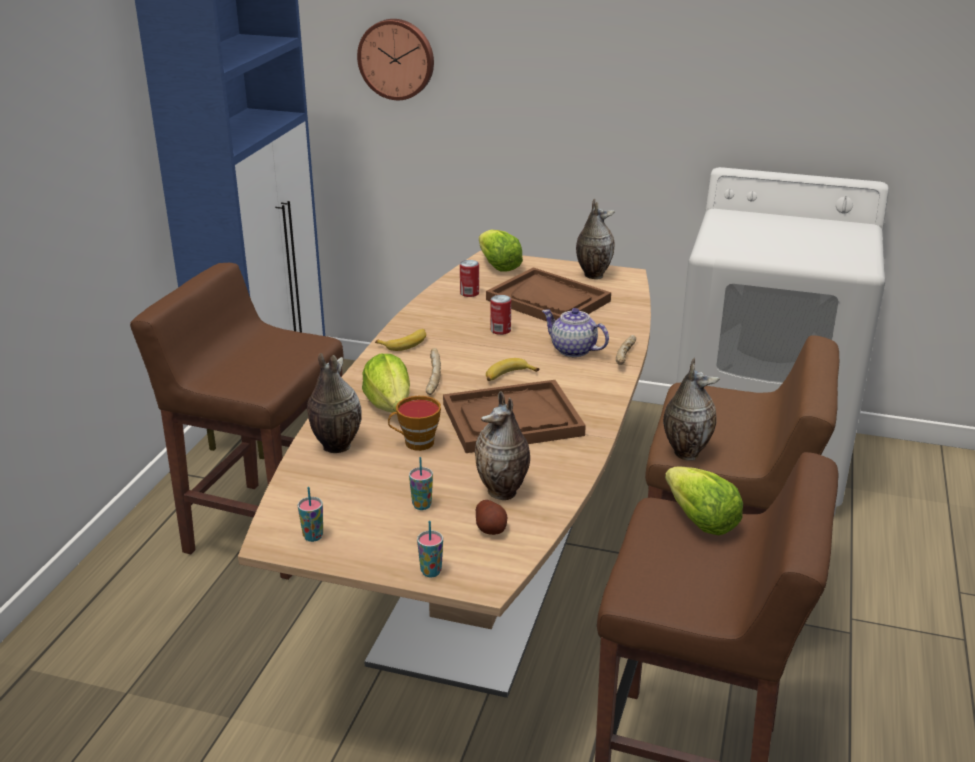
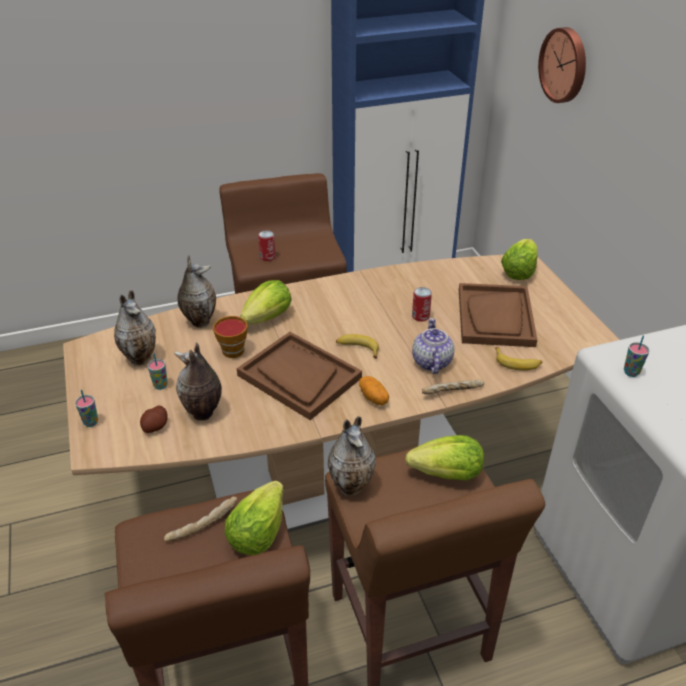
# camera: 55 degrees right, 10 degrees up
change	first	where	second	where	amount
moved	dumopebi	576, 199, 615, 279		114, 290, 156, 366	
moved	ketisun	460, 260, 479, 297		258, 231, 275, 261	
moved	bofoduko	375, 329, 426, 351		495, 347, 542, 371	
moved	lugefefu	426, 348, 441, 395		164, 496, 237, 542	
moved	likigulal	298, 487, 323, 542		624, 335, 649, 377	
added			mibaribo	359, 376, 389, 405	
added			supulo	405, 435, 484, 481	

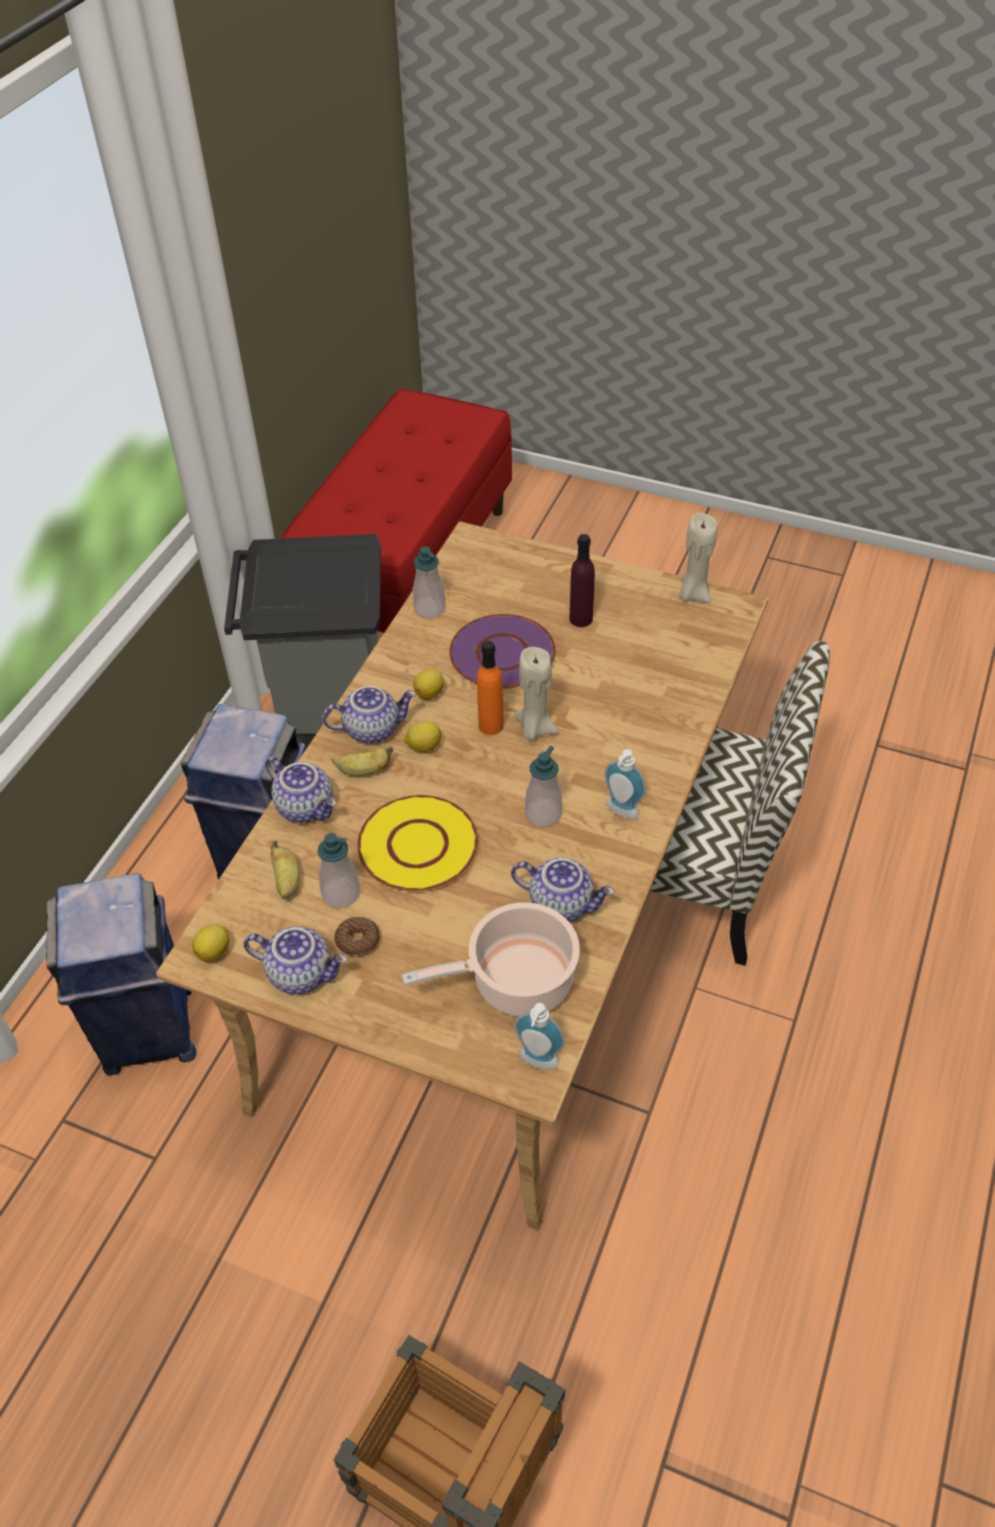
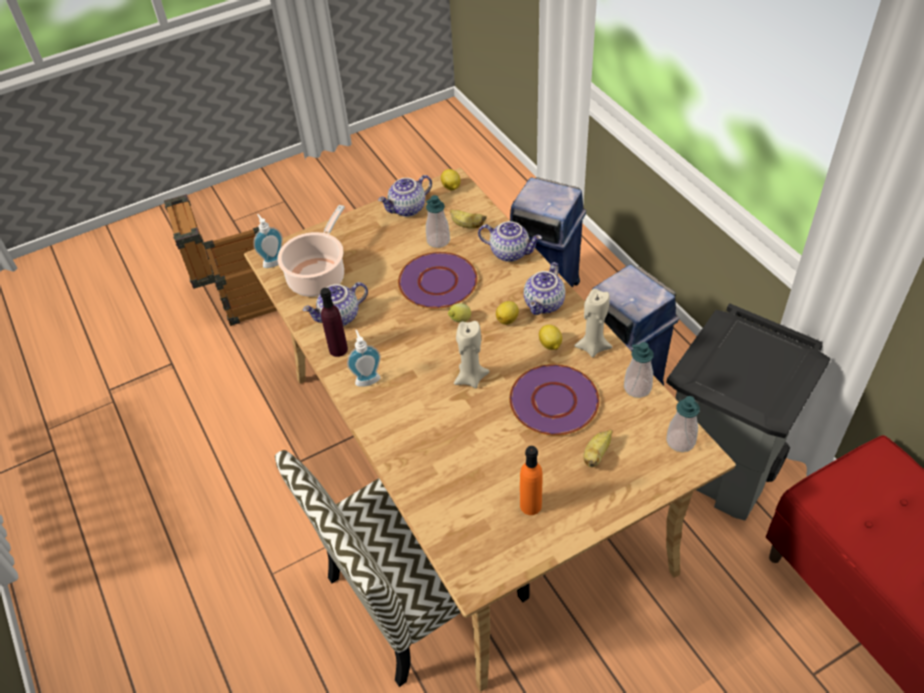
# camera: 130 degrees right, 0 degrees up
change	first	where	second	where	amount
moved	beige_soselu	680, 513, 717, 603		574, 288, 612, 357	
moved	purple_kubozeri	569, 534, 595, 627		320, 288, 348, 357	
moved	orange_kubozeri	477, 641, 504, 735		520, 446, 542, 515	
moved	bofoduko	332, 746, 393, 776		583, 430, 613, 467	
moved	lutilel	525, 746, 562, 827		666, 396, 700, 452	
turned	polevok	265, 757, 336, 823		478, 221, 542, 262	150 degrees counterclockwise
recoloured	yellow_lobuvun	357, 795, 478, 891	purple_lobuvun	398, 252, 477, 309	
removed	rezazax	335, 917, 380, 956			
added			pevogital	448, 303, 471, 323	

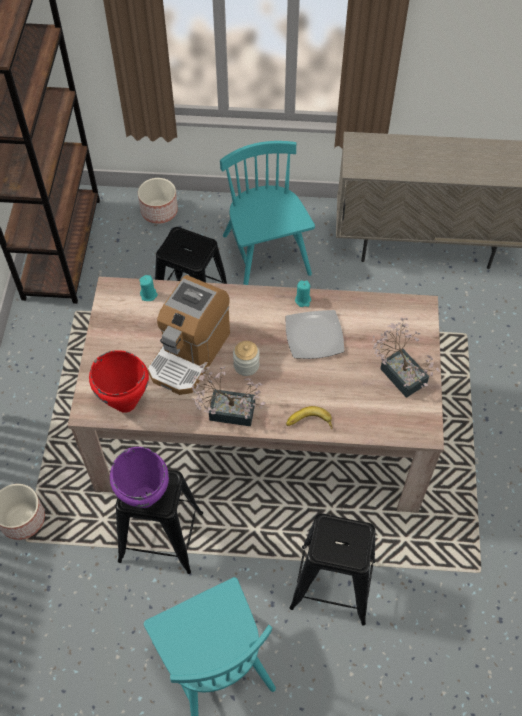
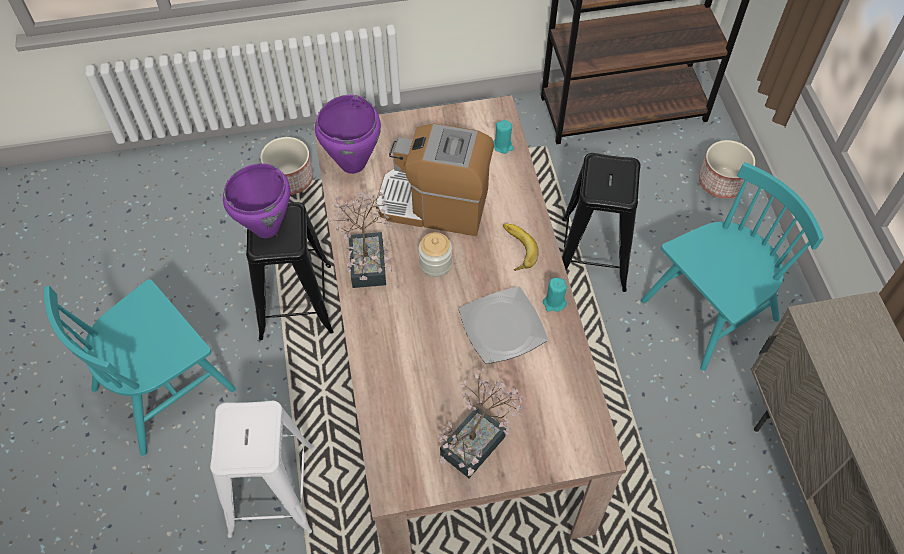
# camera: 75 degrees right, 0 degrees up
change	first	where	second	where	amount
recoloured	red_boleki	89, 350, 149, 413	purple_boleki	315, 95, 381, 174	
moved	bofoduko	286, 406, 332, 430		503, 224, 539, 271	
recoloured	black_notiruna	290, 514, 375, 626	white_notiruna	210, 401, 315, 538	

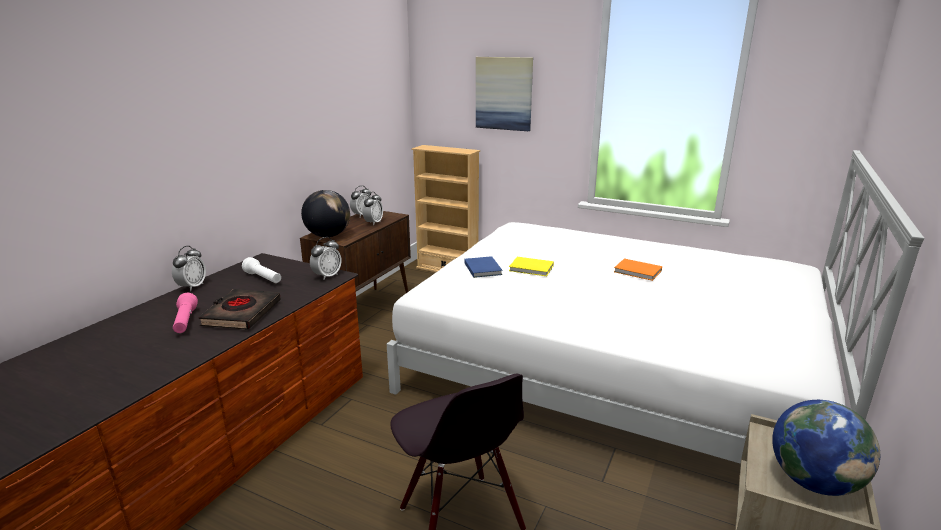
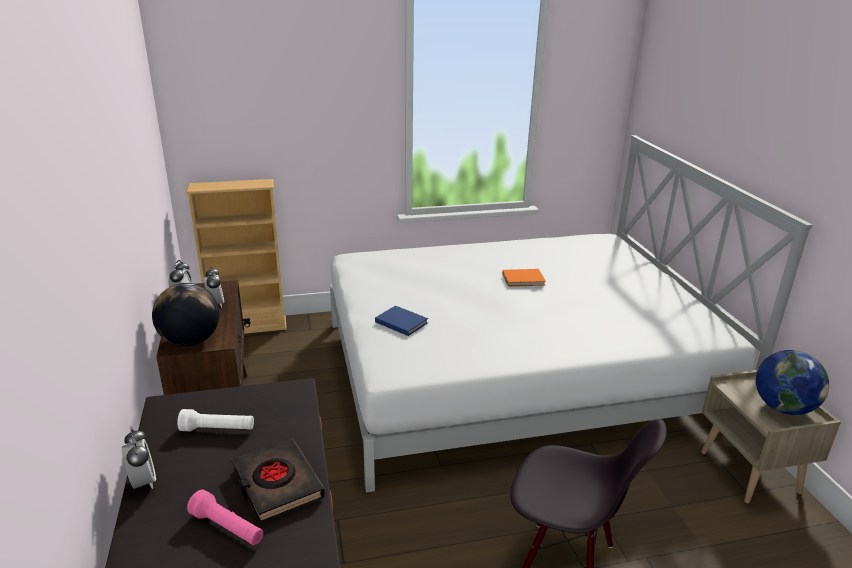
# camera: 40 degrees left, 5 degrees up
change	first	where	second	where	amount
removed	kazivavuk	476, 57, 533, 131			
removed	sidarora	310, 237, 342, 280			
removed	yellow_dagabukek	509, 257, 554, 276			

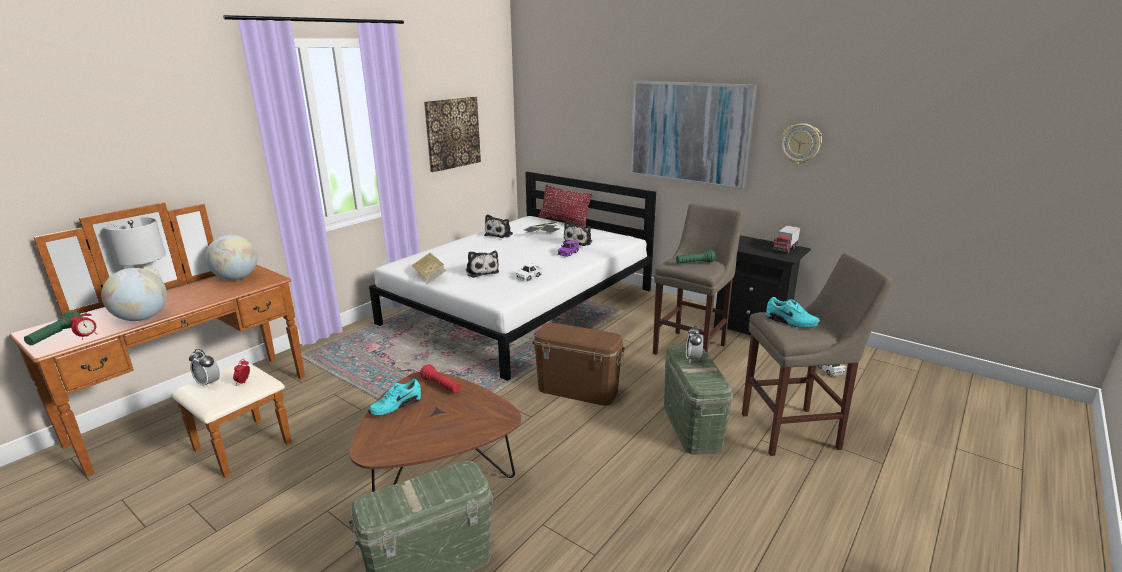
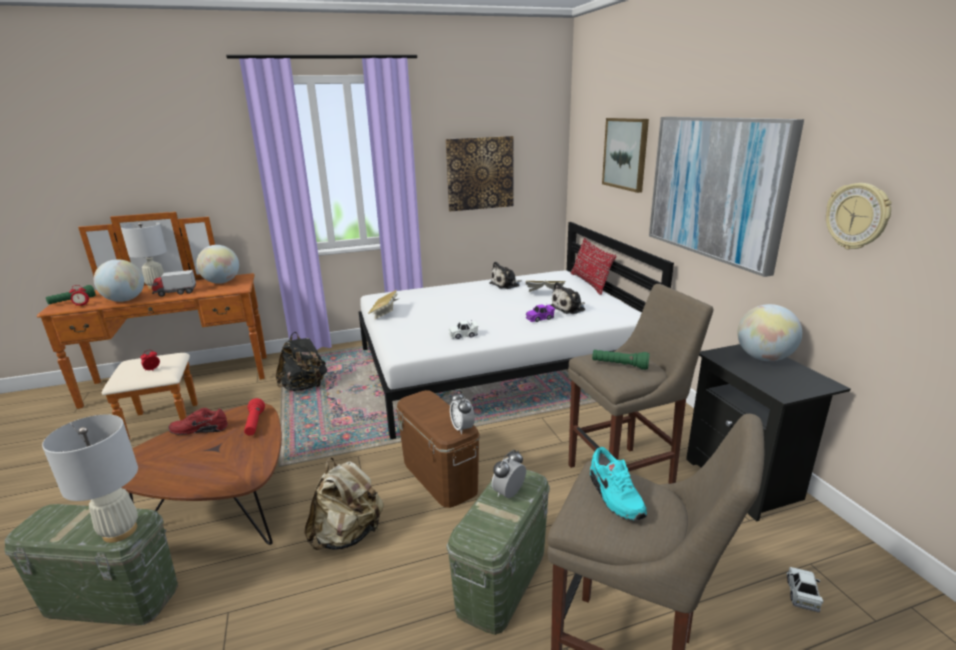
# camera: 35 degrees right, 0 degrees up
change	first	where	second	where	amount
moved	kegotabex	773, 226, 800, 253		152, 270, 196, 297	
removed	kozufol	466, 251, 499, 278			
moved	sidarora	189, 349, 220, 388		450, 390, 475, 434	
recoloured	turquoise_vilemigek	368, 379, 422, 416	red_vilemigek	168, 408, 228, 435	
added			kazivavuk	602, 118, 649, 193	
added			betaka	737, 304, 802, 361	
added			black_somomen	276, 332, 327, 391	
added			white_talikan	42, 414, 138, 543	
added			beige_somomen	304, 457, 384, 550	

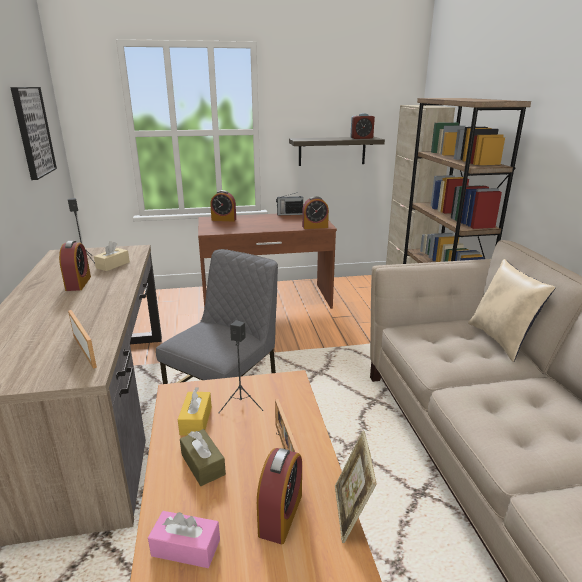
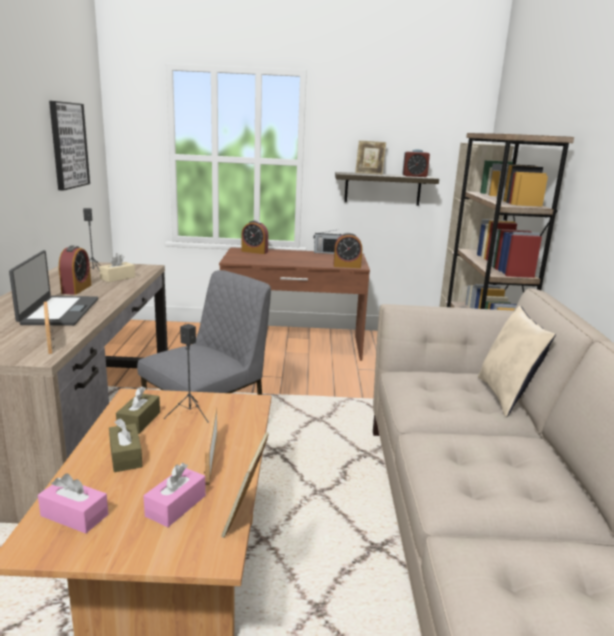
# camera: 10 degrees right, 5 degrees down
change	first	where	second	where	amount
recoloured	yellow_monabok	178, 387, 212, 436	brown_monabok	116, 386, 160, 434	
replaced	sidarora	257, 448, 302, 544	pink_monabok	143, 463, 206, 527	
added			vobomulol	355, 140, 386, 175	
added			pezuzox	9, 250, 98, 326	

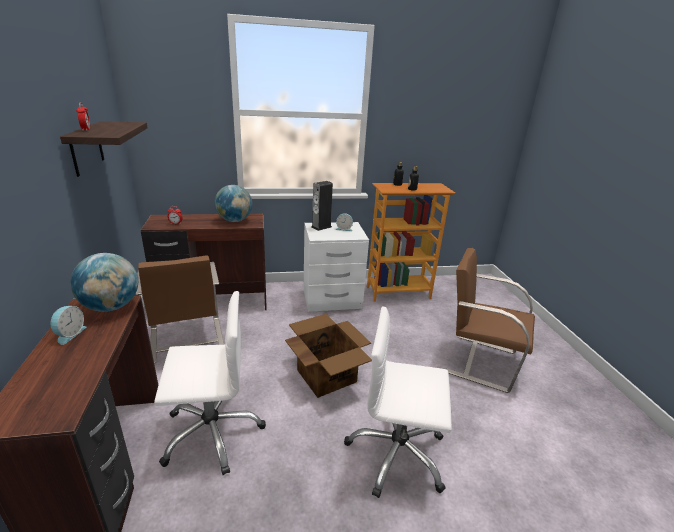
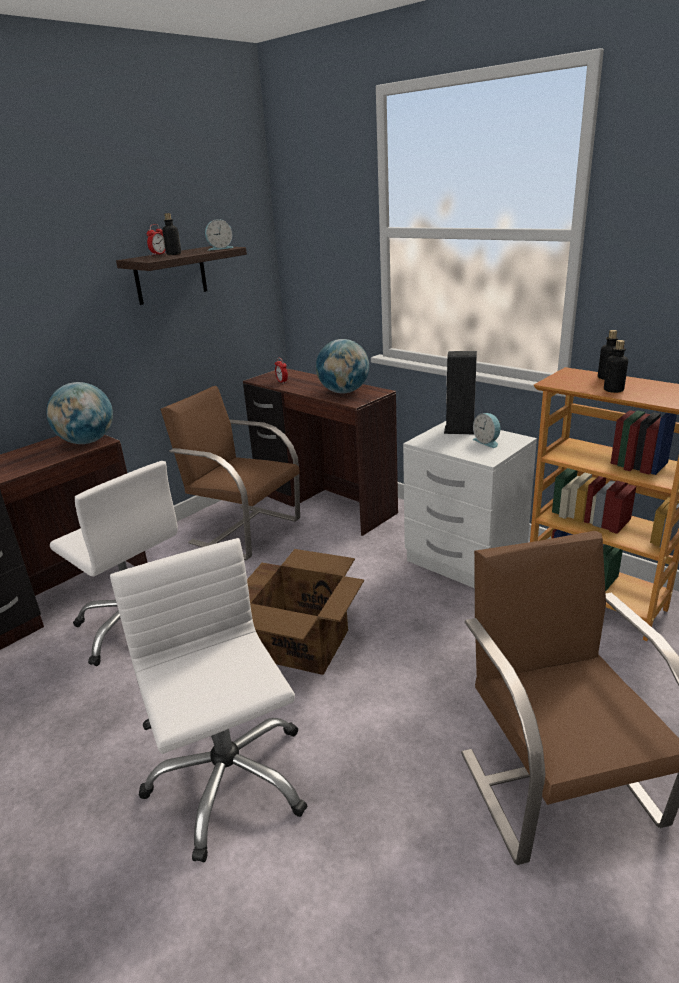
# camera: 55 degrees right, 0 degrees up
change	first	where	second	where	amount
turned	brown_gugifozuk	135, 255, 224, 363		160, 386, 300, 560	90 degrees clockwise
moved	sidarora	50, 306, 86, 345		205, 219, 234, 251	
added			kubozeri	162, 213, 181, 255	

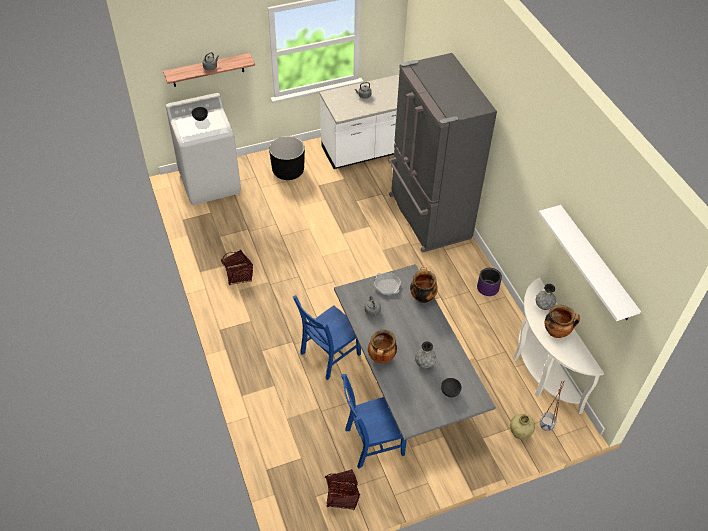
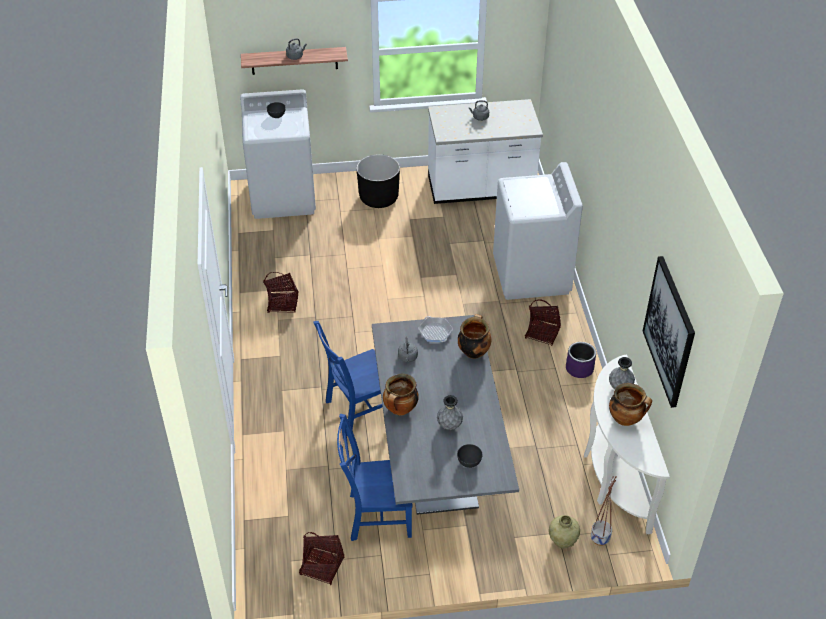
# camera: 15 degrees right, 5 degrees down
change	first	where	second	where	amount
replaced	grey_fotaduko	388, 53, 497, 253	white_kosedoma	493, 162, 583, 300	
replaced	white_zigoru	538, 205, 641, 321	kazivavuk	643, 256, 695, 408	
added			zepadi	525, 299, 561, 346	

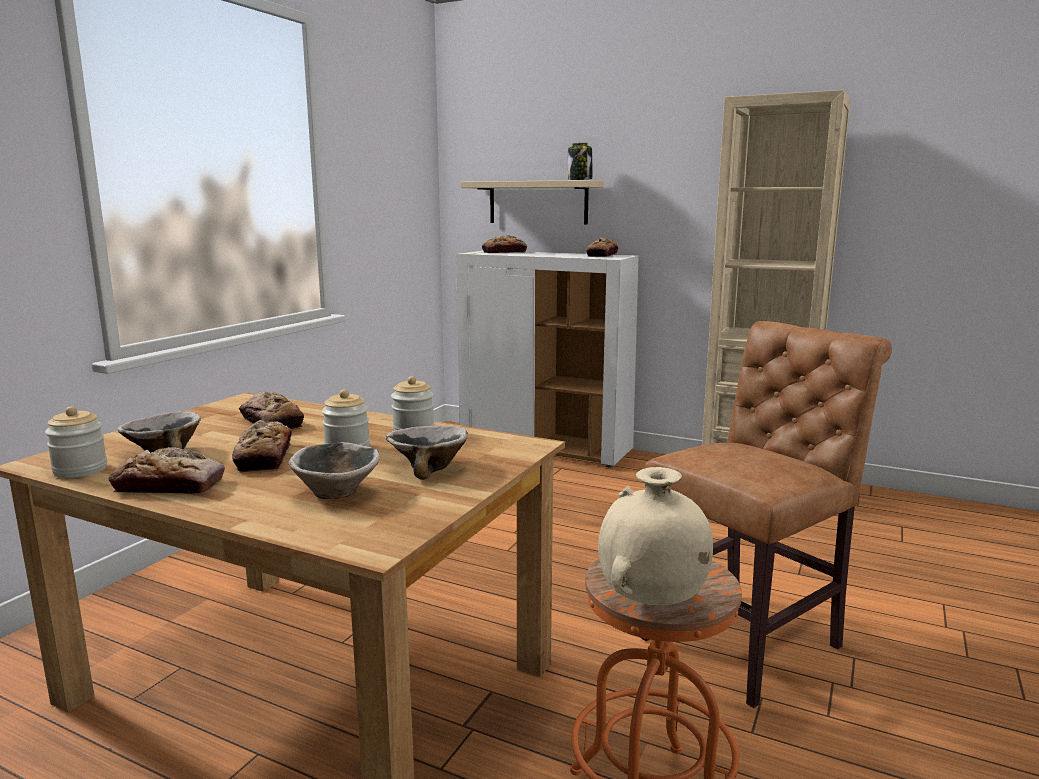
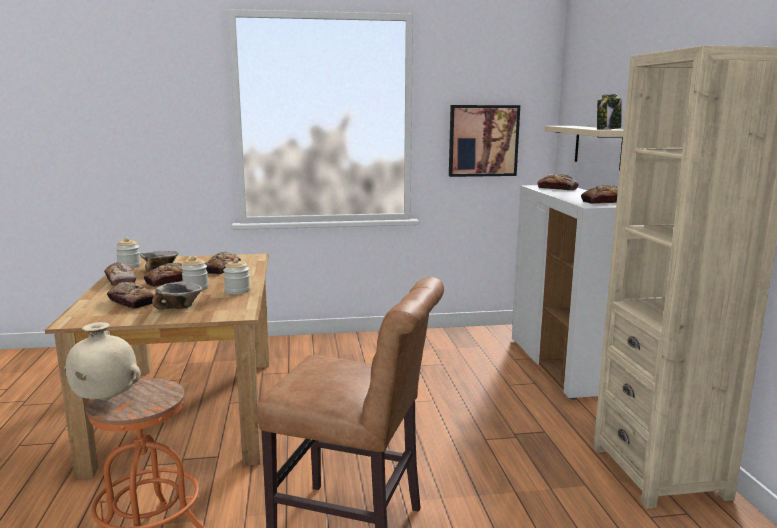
# camera: 55 degrees right, 0 degrees up
change	first	where	second	where	amount
replaced	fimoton	289, 442, 380, 499	lugefefu	107, 282, 154, 309	
added			kazivavuk	449, 105, 520, 177	

